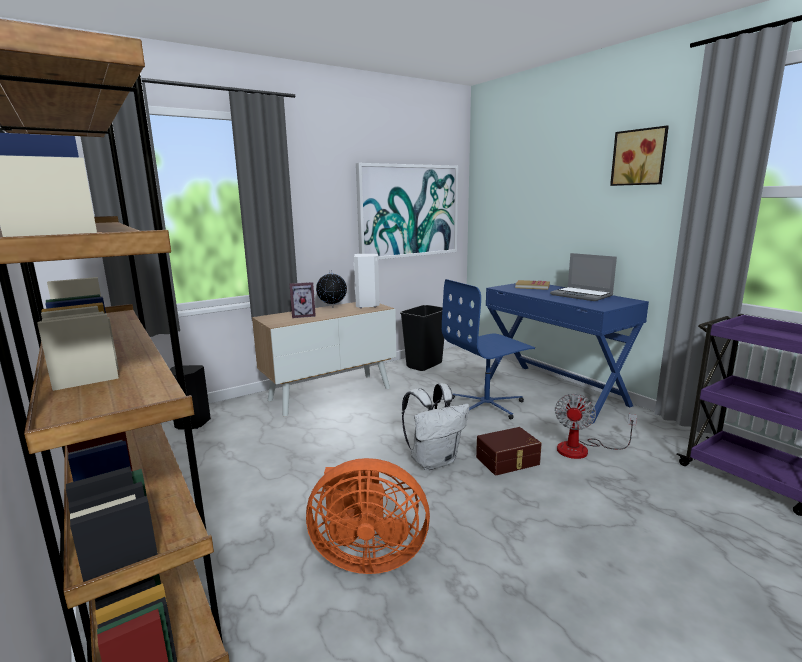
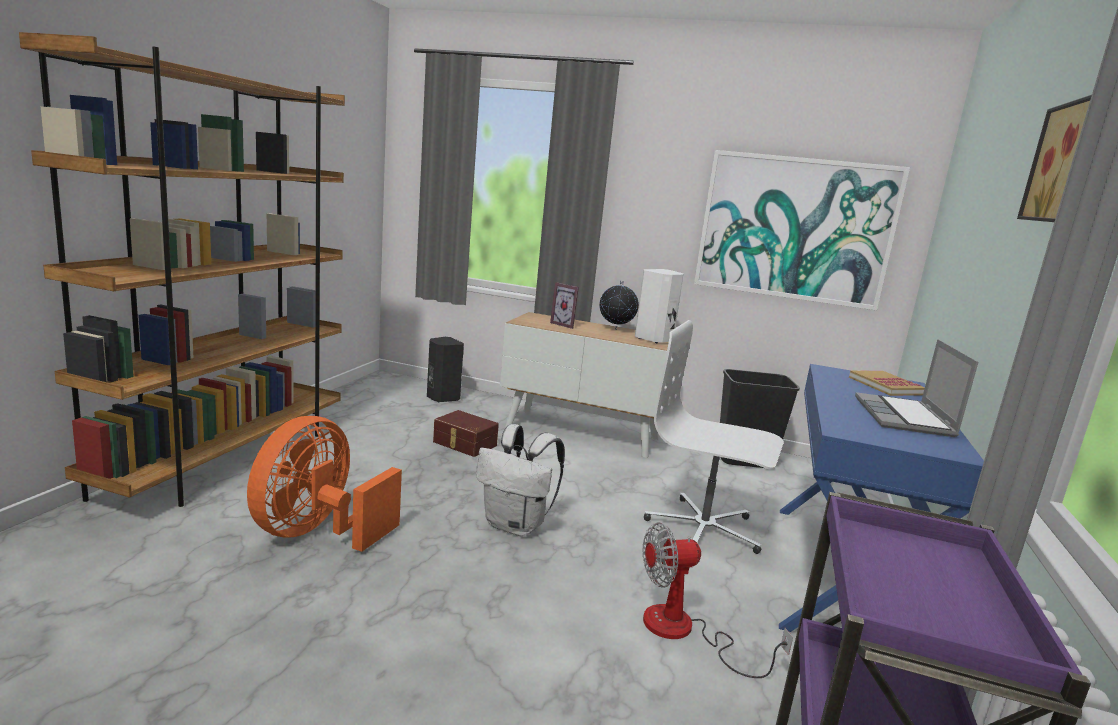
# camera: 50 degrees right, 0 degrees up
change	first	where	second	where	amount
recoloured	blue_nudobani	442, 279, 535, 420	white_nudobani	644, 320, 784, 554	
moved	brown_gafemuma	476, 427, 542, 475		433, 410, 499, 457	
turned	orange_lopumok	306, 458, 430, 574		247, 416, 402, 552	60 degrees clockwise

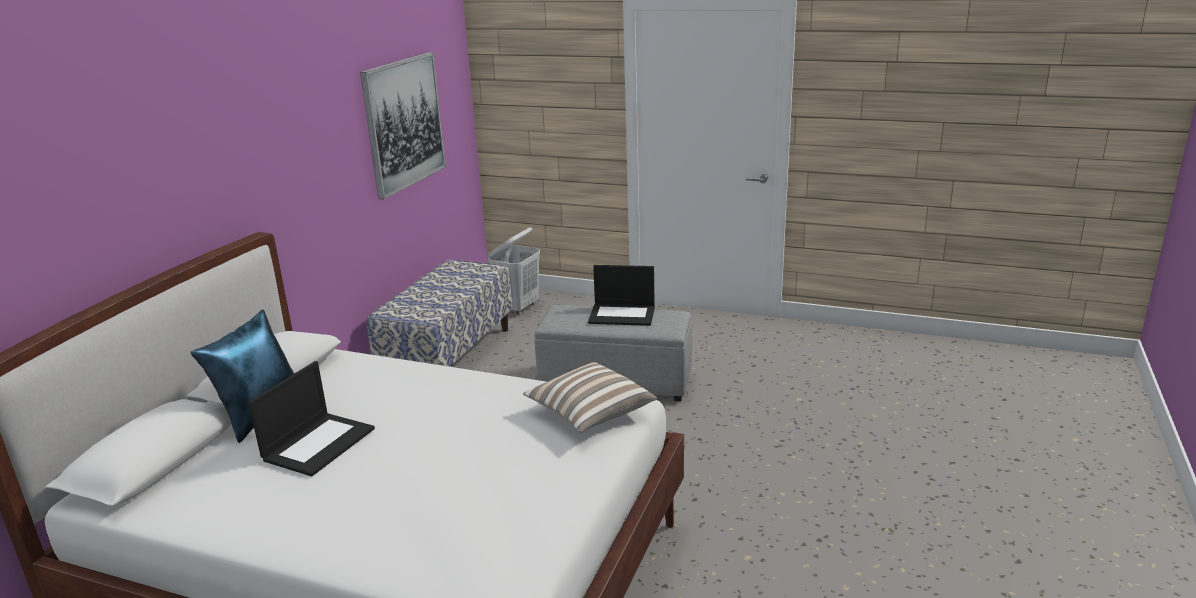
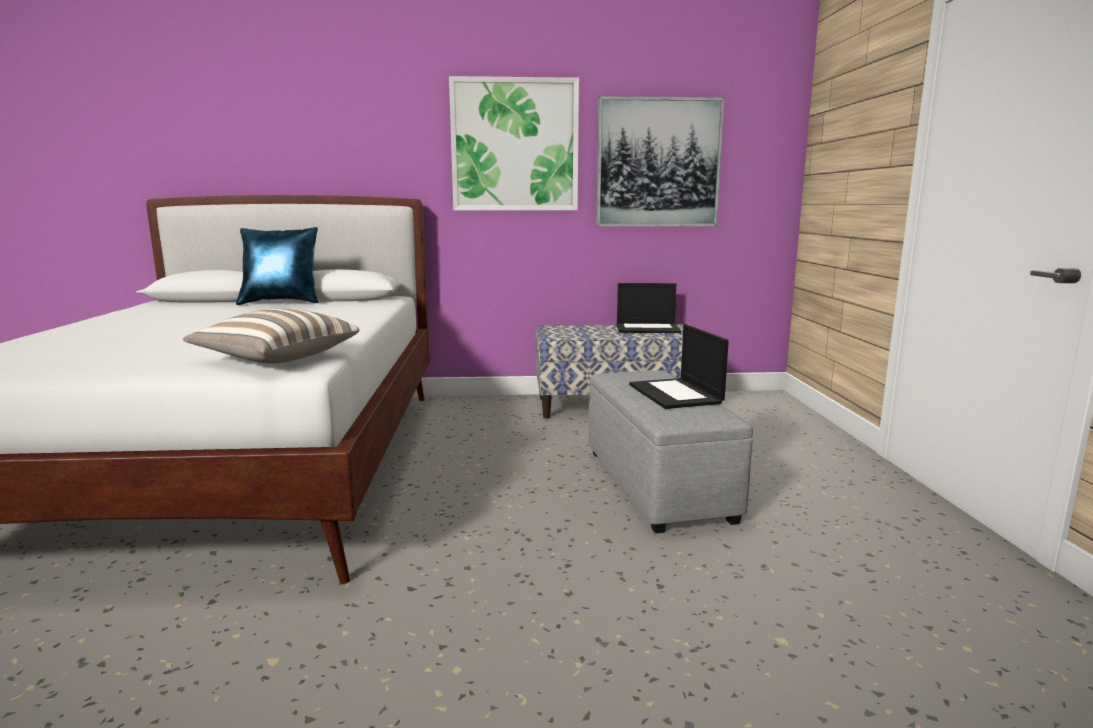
# camera: 65 degrees right, 10 degrees down
change	first	where	second	where	amount
removed	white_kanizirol	488, 227, 540, 315			
moved	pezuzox	248, 361, 375, 476		616, 283, 681, 333	
added			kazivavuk	449, 76, 579, 211	

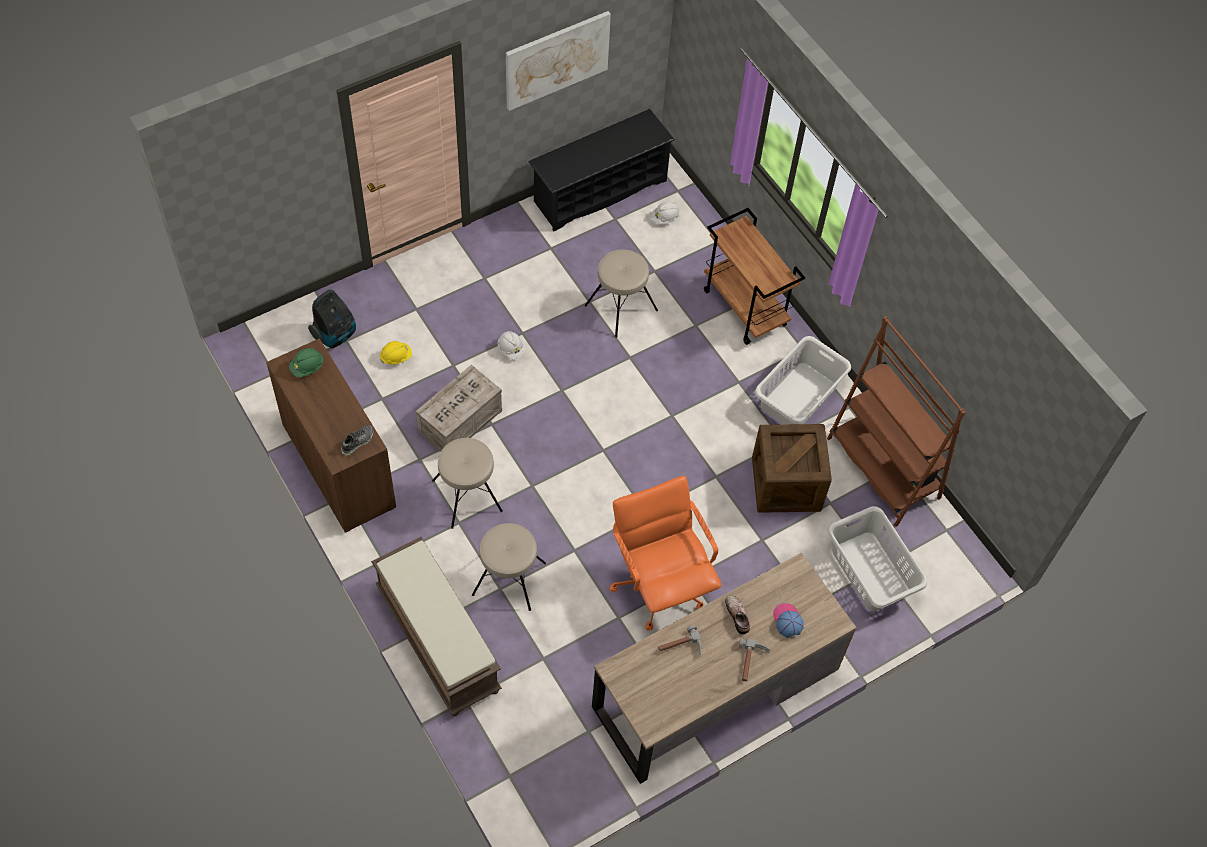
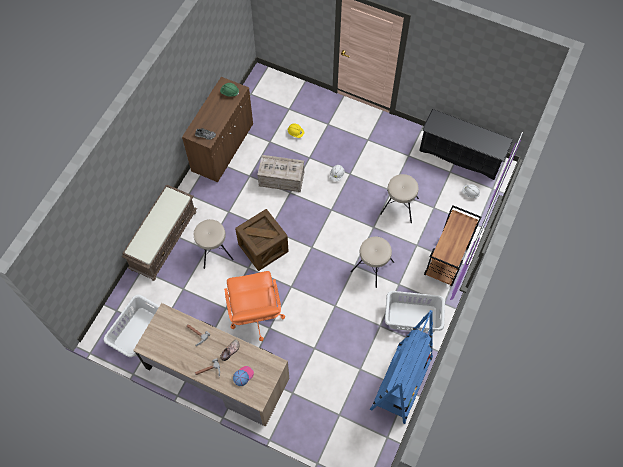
# camera: 60 degrees right, 5 degrees up
change	first	where	second	where	amount
removed	kazivavuk	506, 11, 611, 111			
removed	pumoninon	308, 289, 356, 348			
recoloured	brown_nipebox	827, 316, 966, 527	blue_nipebox	370, 310, 433, 424	
moved	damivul	752, 424, 832, 513		235, 209, 288, 271	
moved	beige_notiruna	432, 438, 503, 529		350, 237, 394, 288	
turned	orange_nudobani	610, 476, 722, 630		224, 271, 285, 341	135 degrees clockwise
moved	grey_kanizirol	827, 506, 927, 611		104, 294, 159, 357	

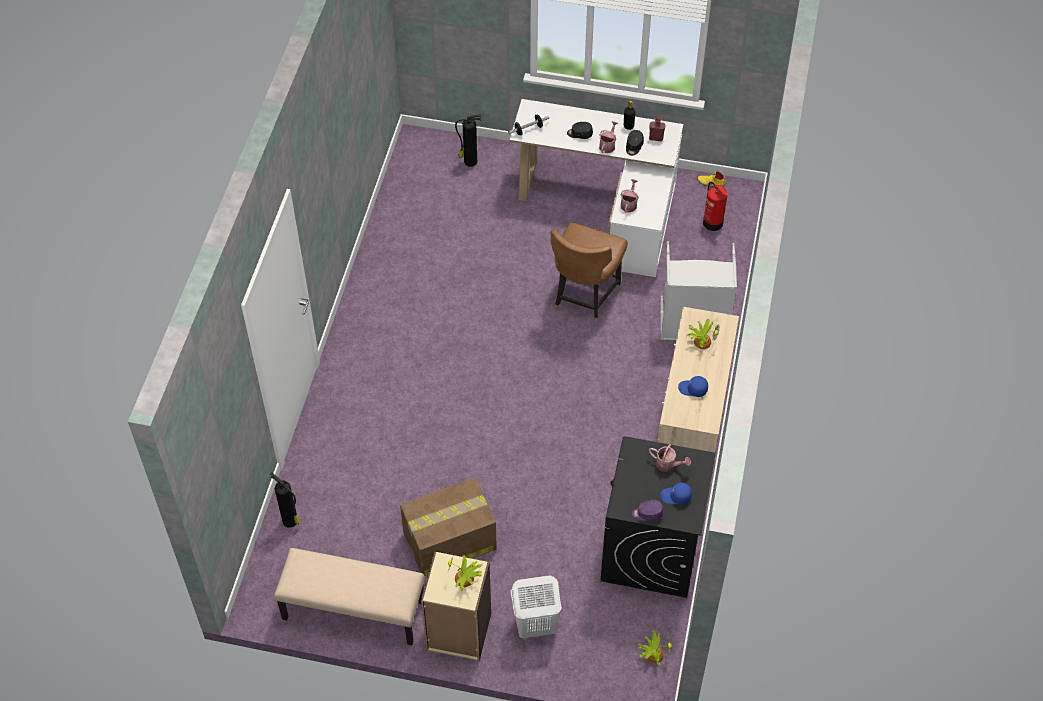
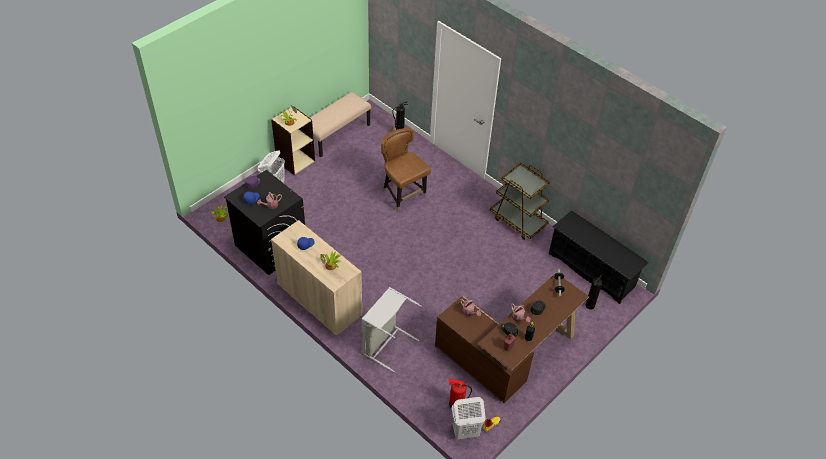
# camera: 120 degrees right, 5 degrees down
change	first	where	second	where	amount
recoloured	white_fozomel	509, 99, 684, 277	brown_fozomel	435, 273, 589, 403	
moved	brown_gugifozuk	551, 223, 628, 324		381, 128, 431, 211	
removed	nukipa	400, 478, 497, 576			
added			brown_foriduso	490, 162, 550, 240	
added			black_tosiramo	549, 210, 649, 304	
added			white_kanizirol	451, 397, 486, 440	

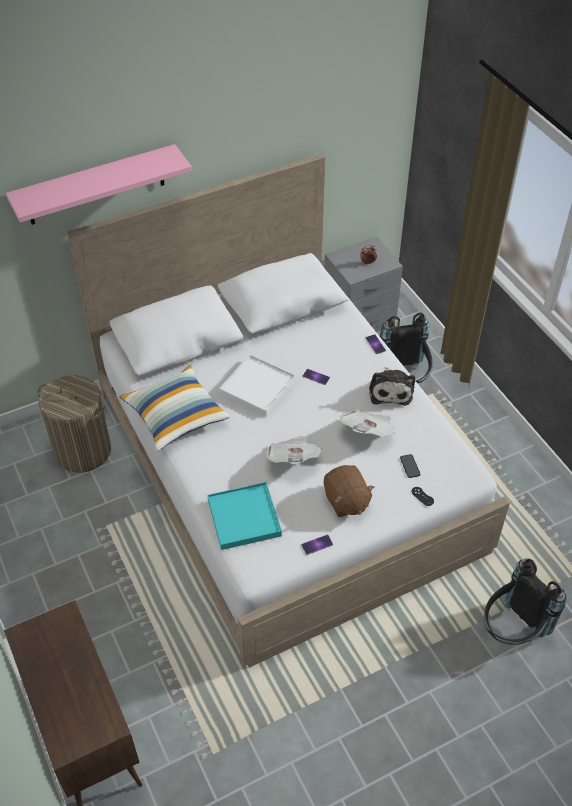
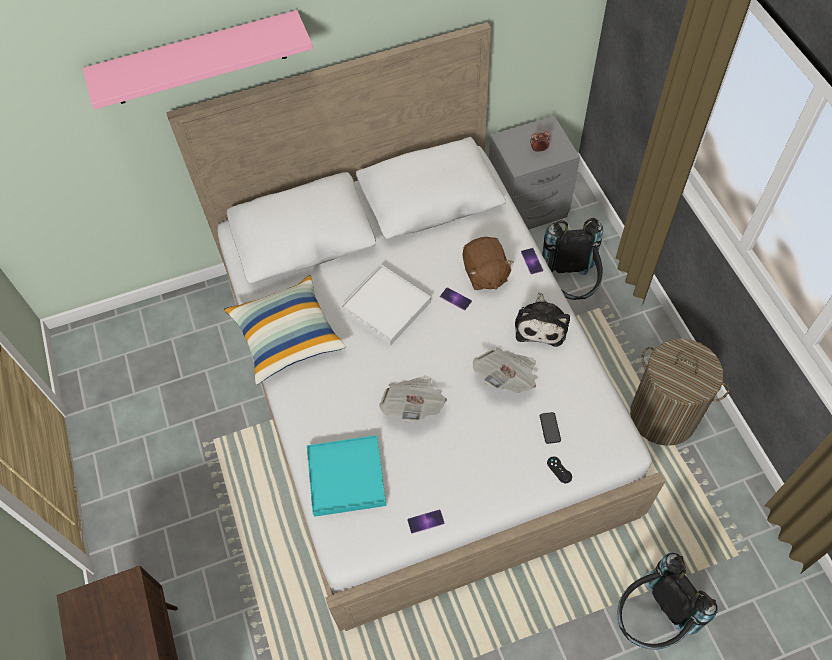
# camera: 10 degrees right, 10 degrees up
change	first	where	second	where	amount
moved	kanizirol	38, 375, 111, 473		630, 339, 729, 446	
moved	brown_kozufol	324, 465, 374, 517		462, 237, 514, 290	

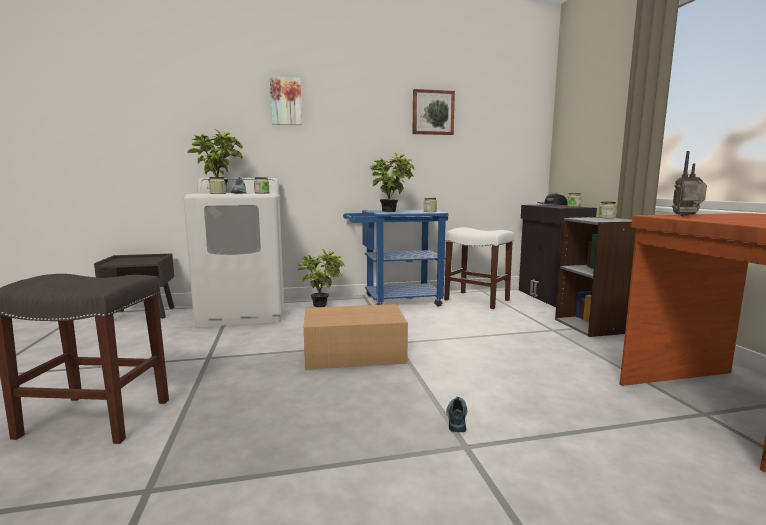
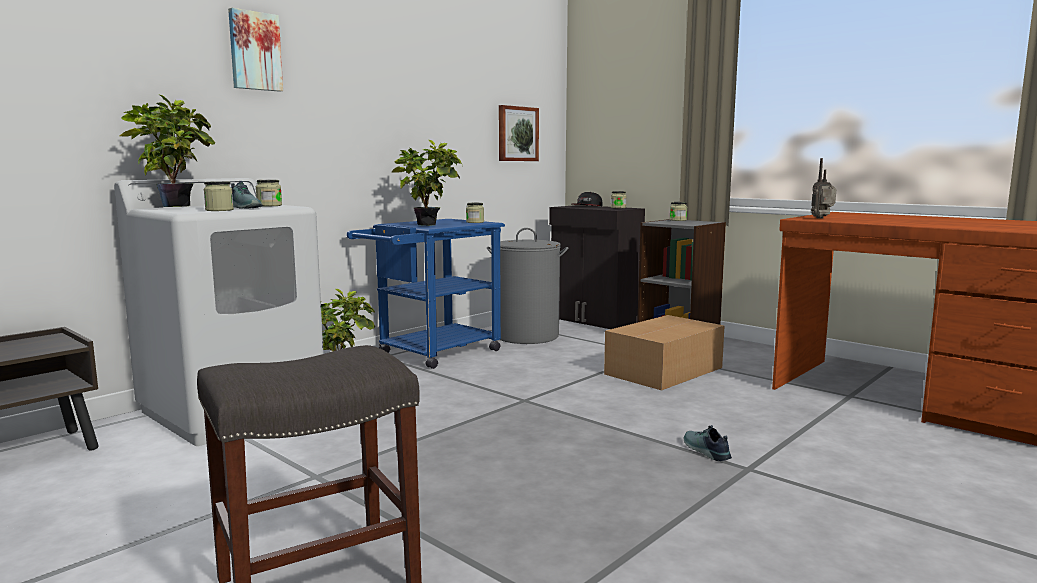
# camera: 35 degrees left, 0 degrees up
change	first	where	second	where	amount
moved	kazivavuk	412, 89, 455, 135		499, 105, 539, 161	
replaced	white_notiruna	444, 227, 514, 309	grey_kanizirol	487, 228, 568, 344	
moved	nukipa	304, 304, 408, 370		604, 315, 725, 390	

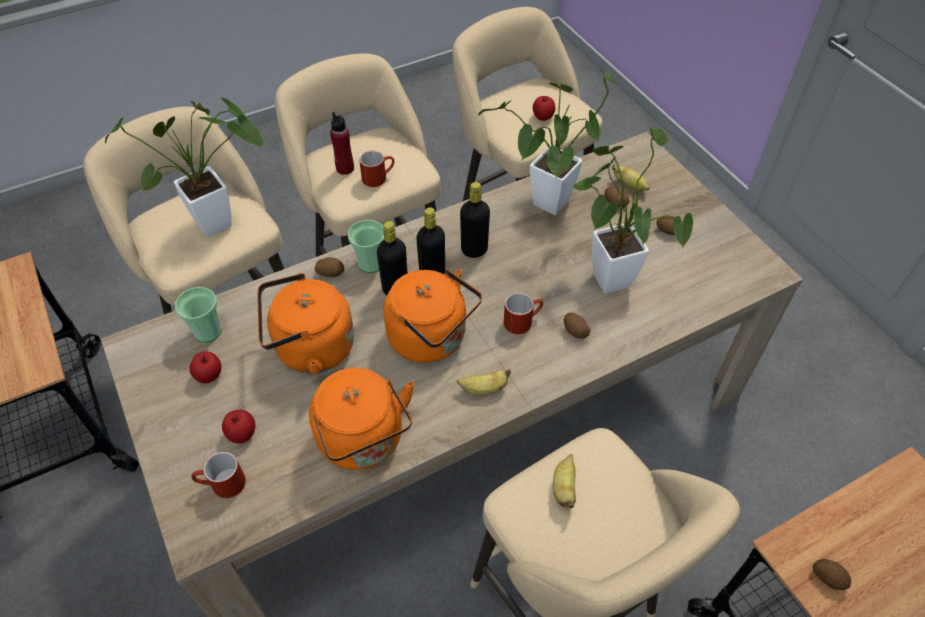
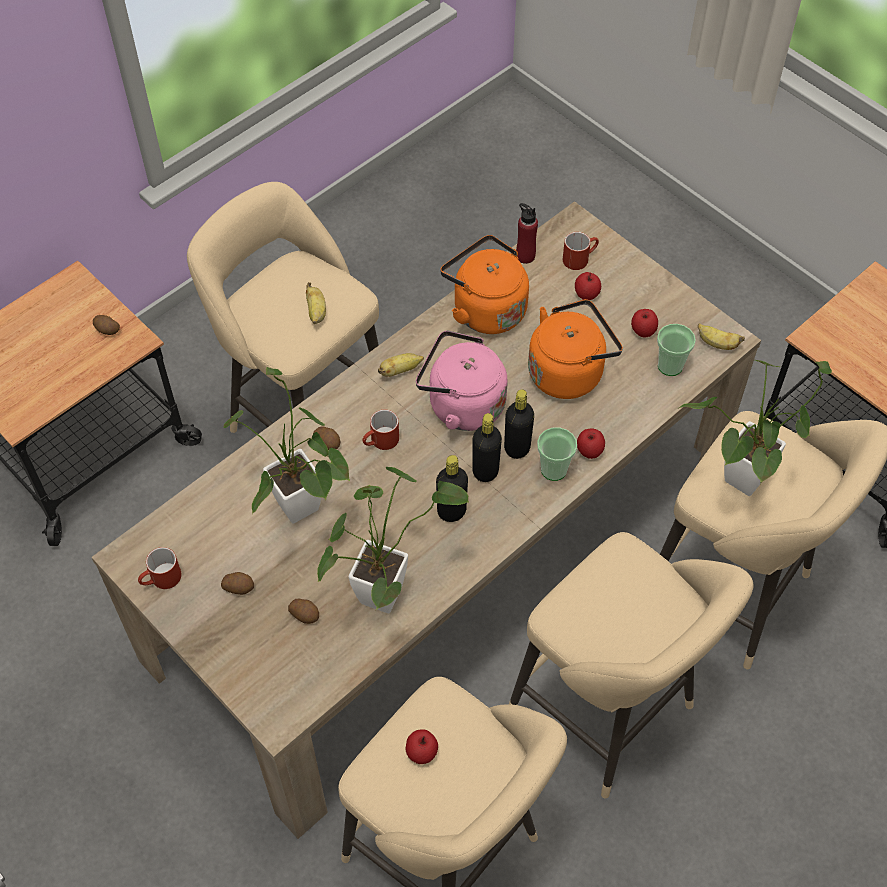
# camera: 165 degrees right, 5 degrees up
change	first	where	second	where	amount
moved	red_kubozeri	330, 112, 354, 175		516, 203, 538, 264	
moved	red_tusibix	359, 150, 394, 187		138, 547, 181, 589	
moved	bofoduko	612, 164, 650, 191		698, 323, 745, 350	
replaced	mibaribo	315, 257, 344, 277	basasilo	577, 429, 605, 459	
recoloured	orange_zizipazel	383, 269, 482, 363	pink_zizipazel	416, 330, 508, 431	

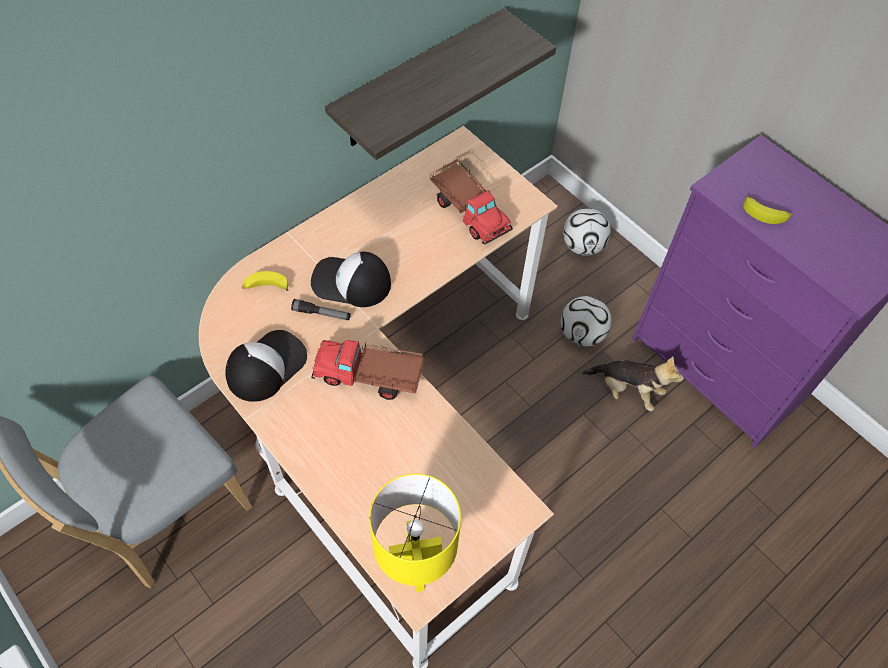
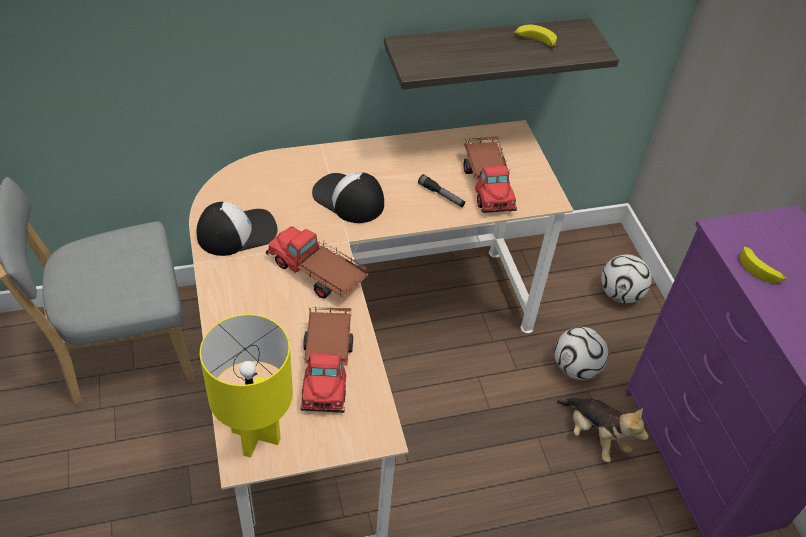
# camera: 25 degrees right, 10 degrees down
change	first	where	second	where	amount
moved	bofoduko	242, 271, 289, 291		514, 25, 557, 47	
moved	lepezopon	291, 299, 350, 320		418, 174, 465, 207	
added			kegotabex	300, 307, 353, 413	

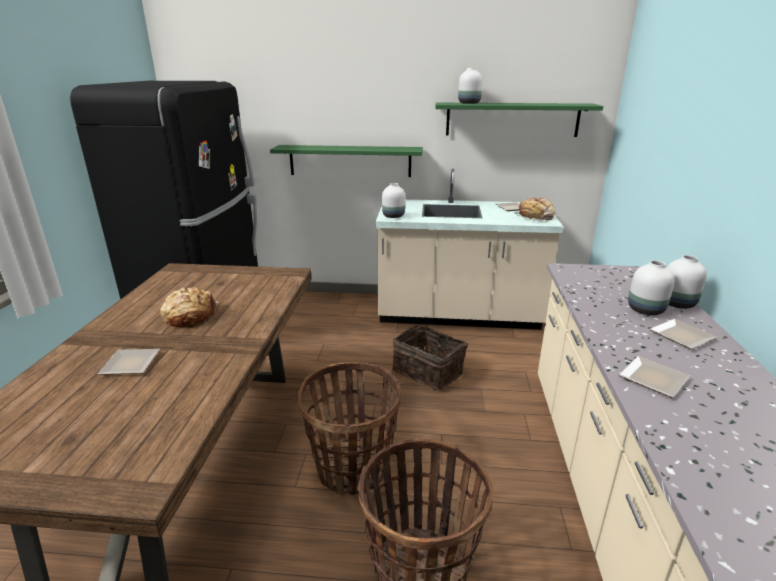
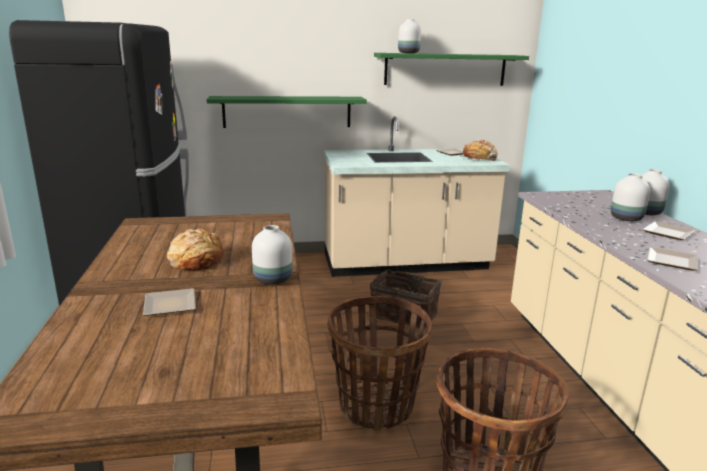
# camera: 15 degrees left, 5 degrees down
change	first	where	second	where	amount
moved	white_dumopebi	382, 183, 405, 218		252, 225, 292, 285	

